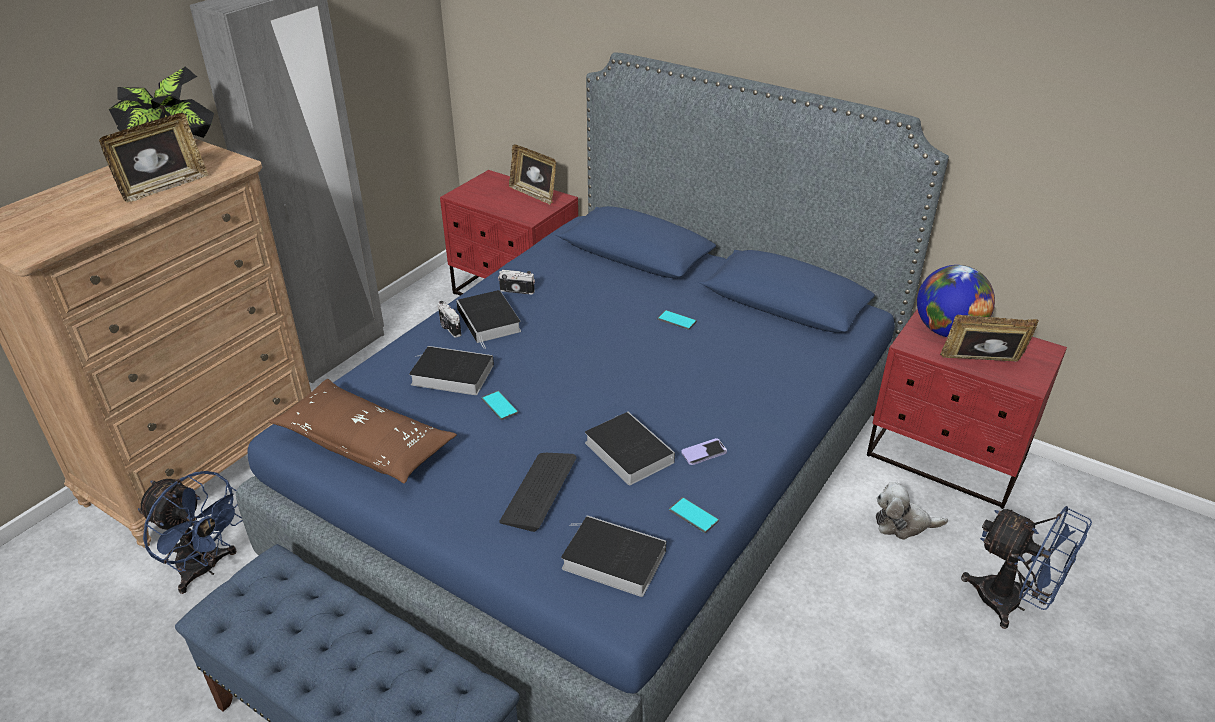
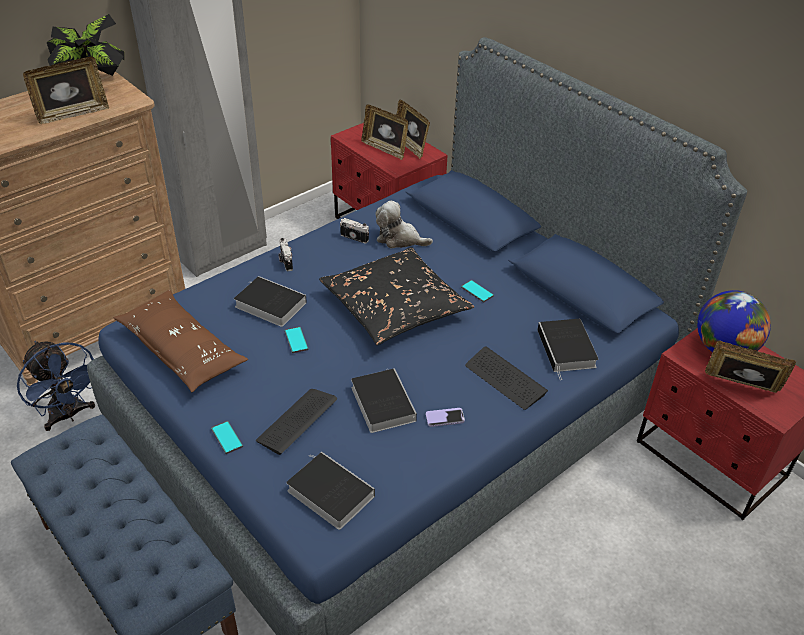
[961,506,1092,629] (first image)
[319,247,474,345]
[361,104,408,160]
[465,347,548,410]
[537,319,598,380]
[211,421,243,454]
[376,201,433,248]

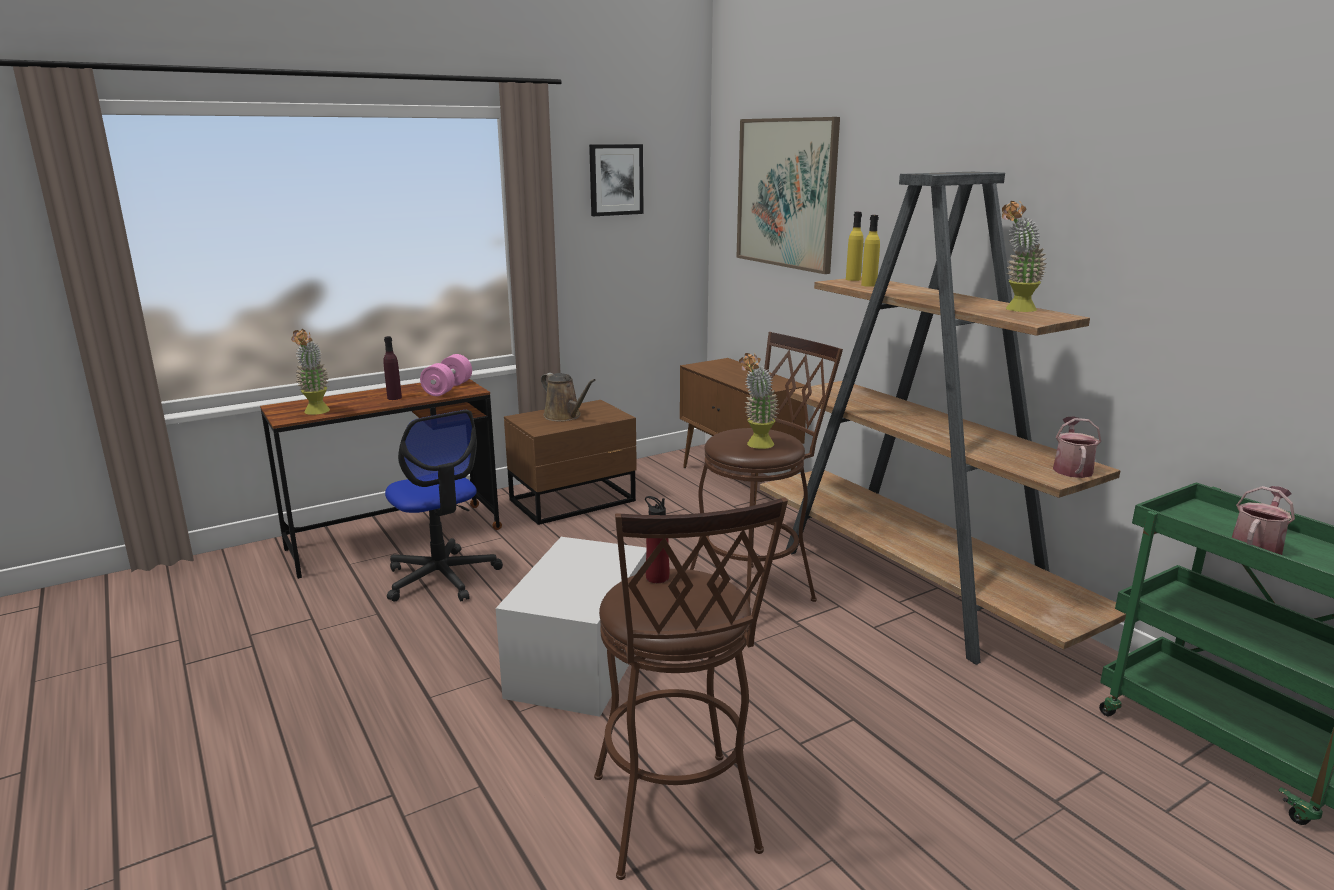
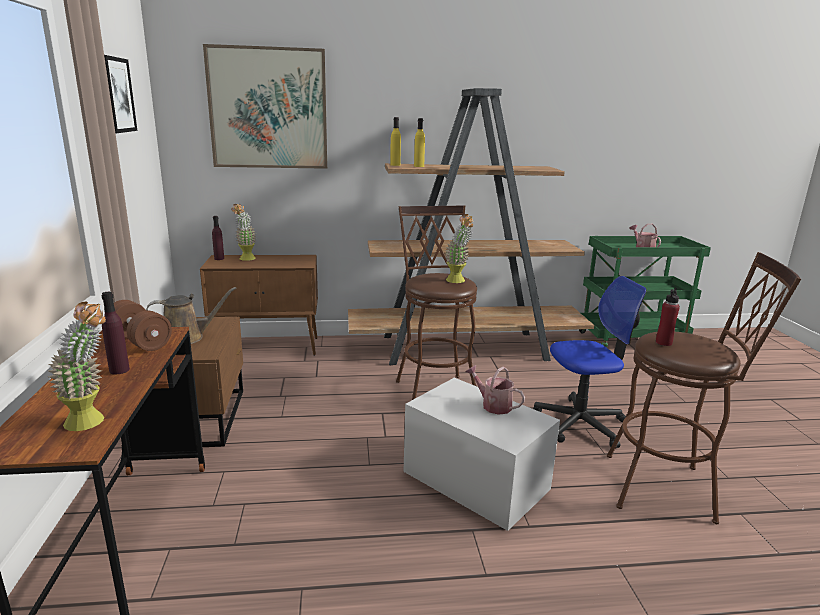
[212,216,224,260]
[533,276,647,449]
[231,203,256,261]
[465,365,525,415]
[114,300,172,351]

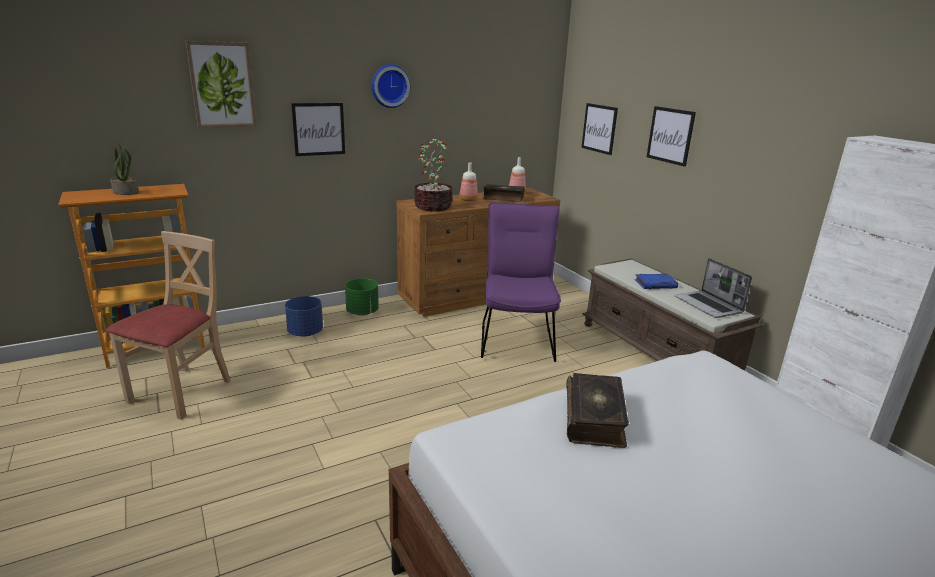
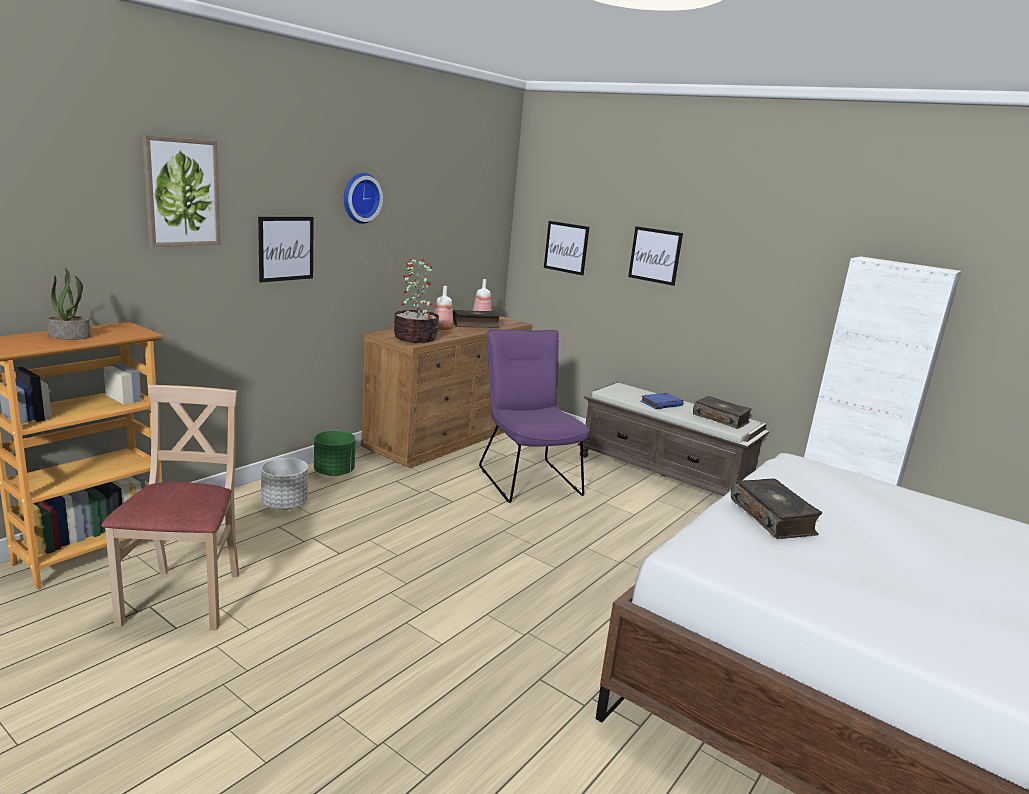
[693,396,752,429]
[261,458,308,510]

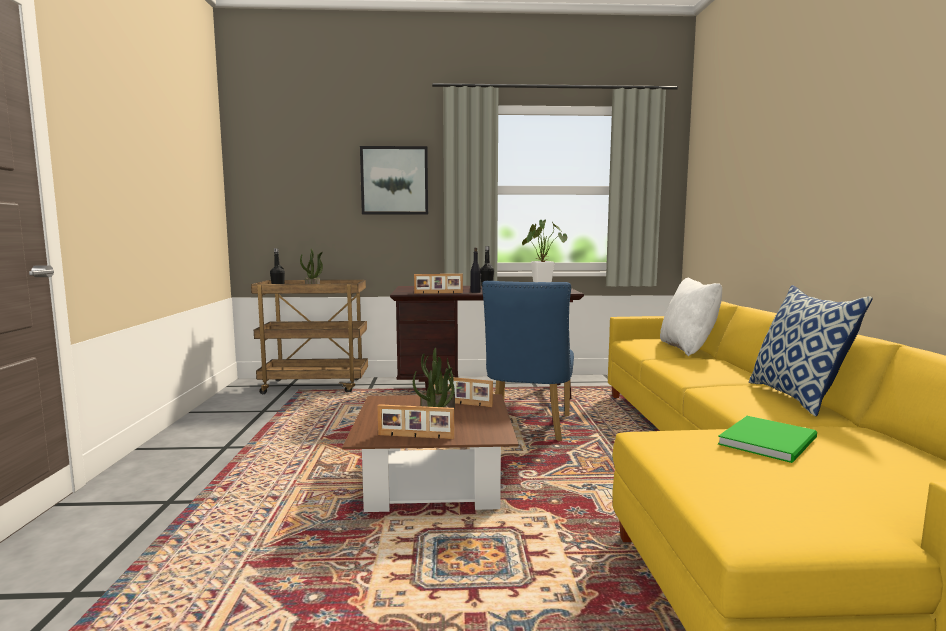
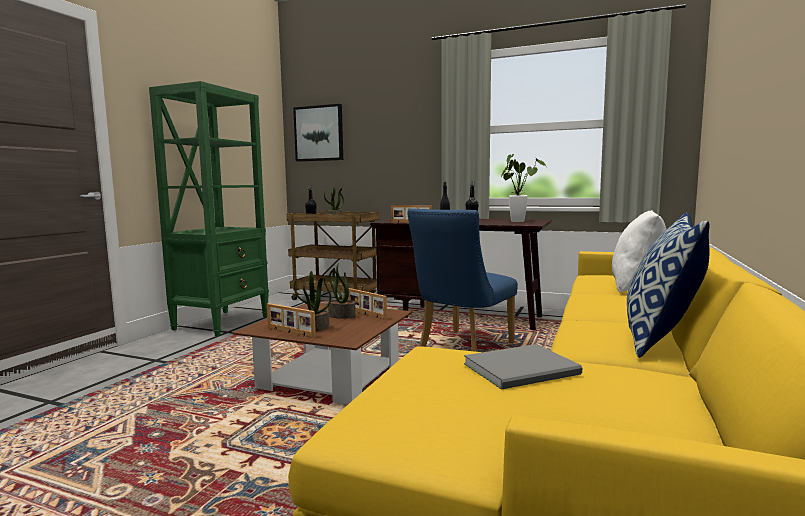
[149,81,269,336]
[293,104,343,162]
[464,344,582,390]

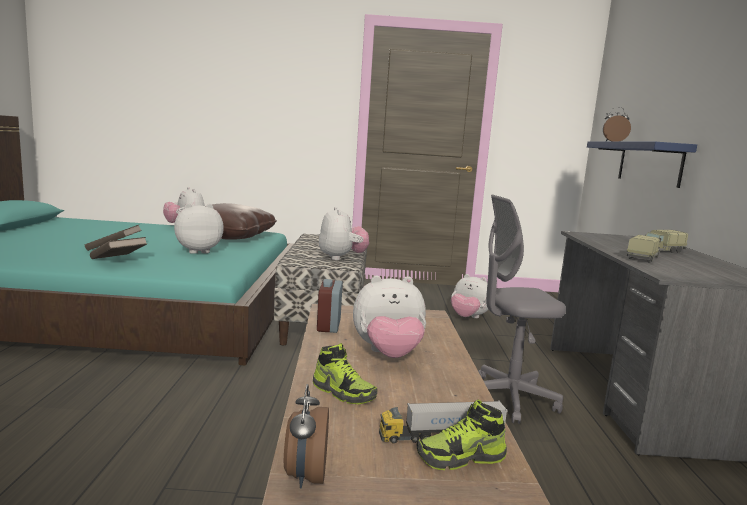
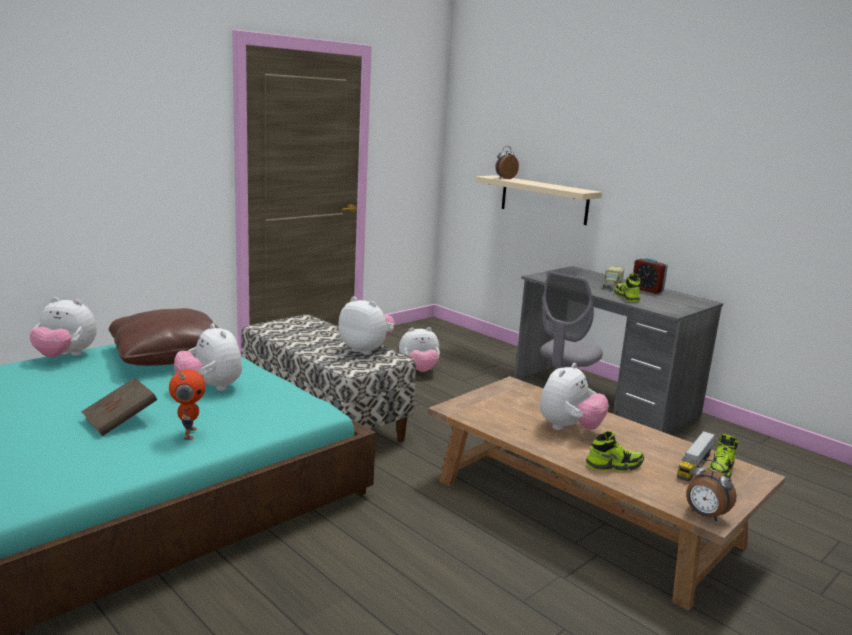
[633,258,668,294]
[169,369,206,440]
[614,273,640,302]
[476,175,602,225]
[174,323,242,391]

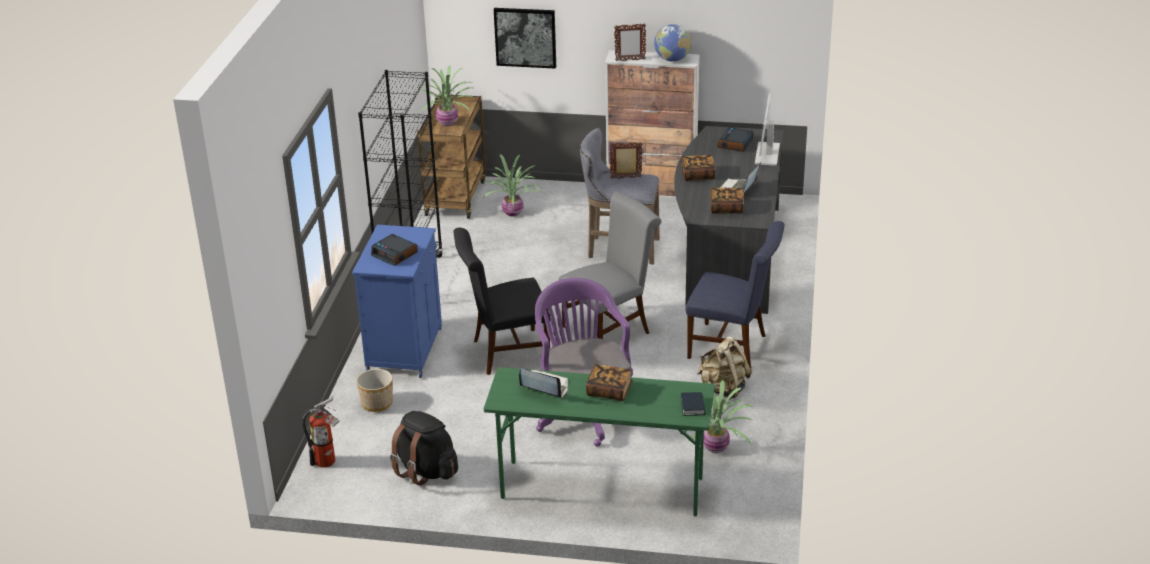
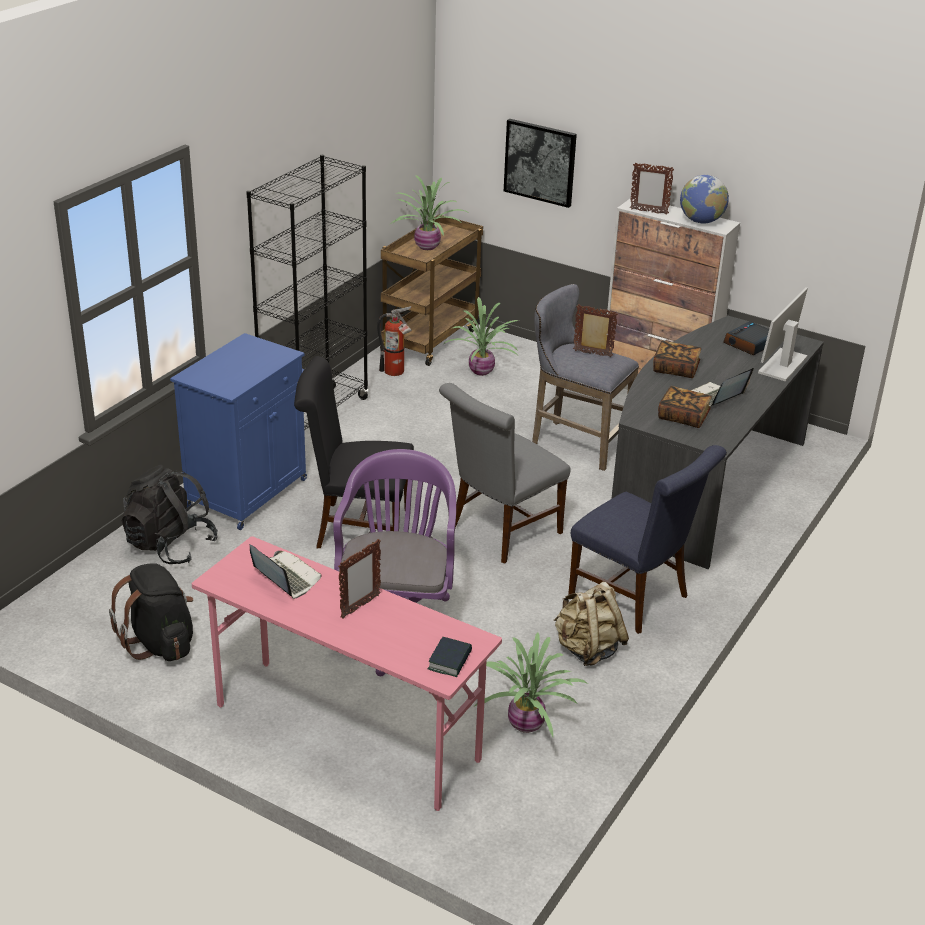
[371,234,418,266] (first image)
[377,306,412,376]
[122,465,218,564]
[338,539,381,619]
[192,536,502,811]
[439,383,571,564]

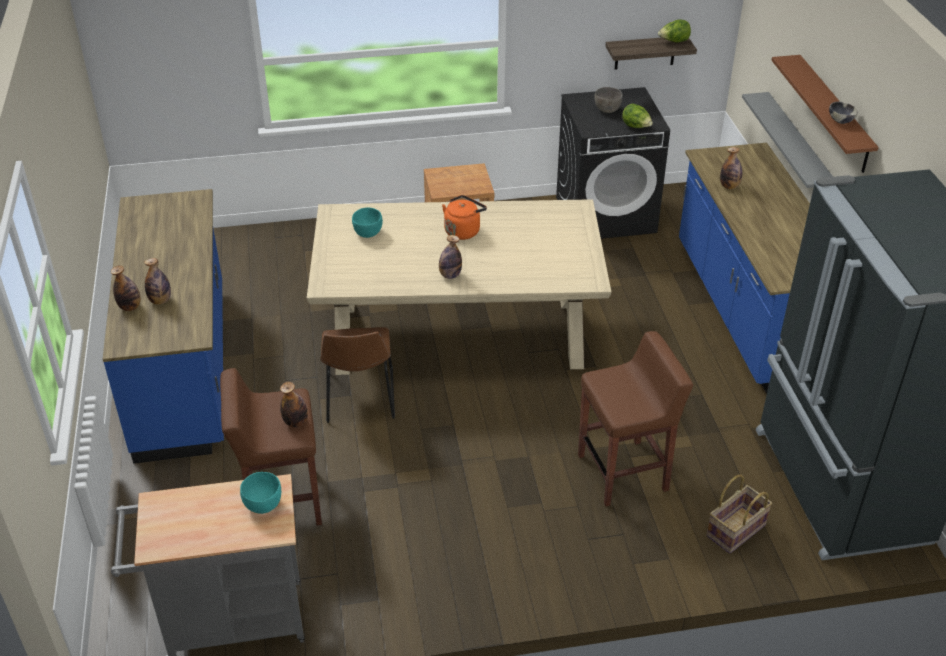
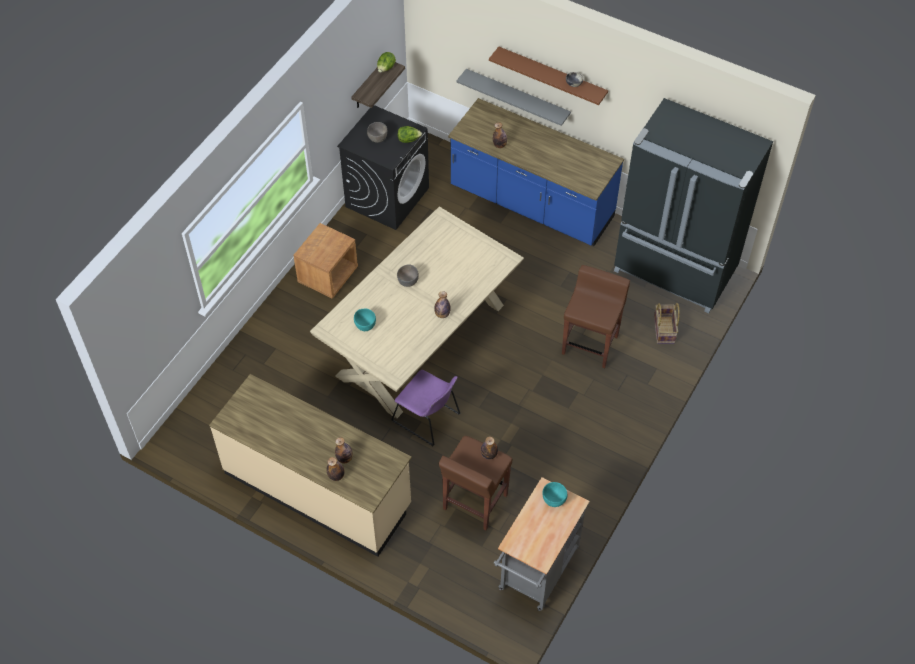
[397,265,419,287]
[209,374,412,557]
[391,370,460,446]

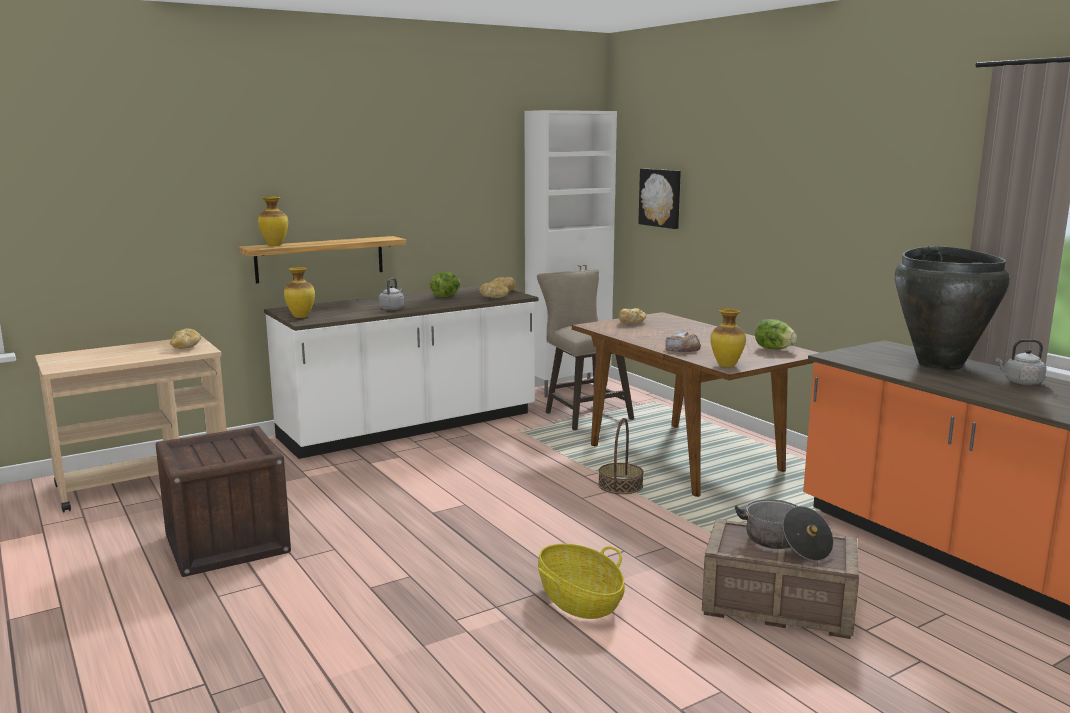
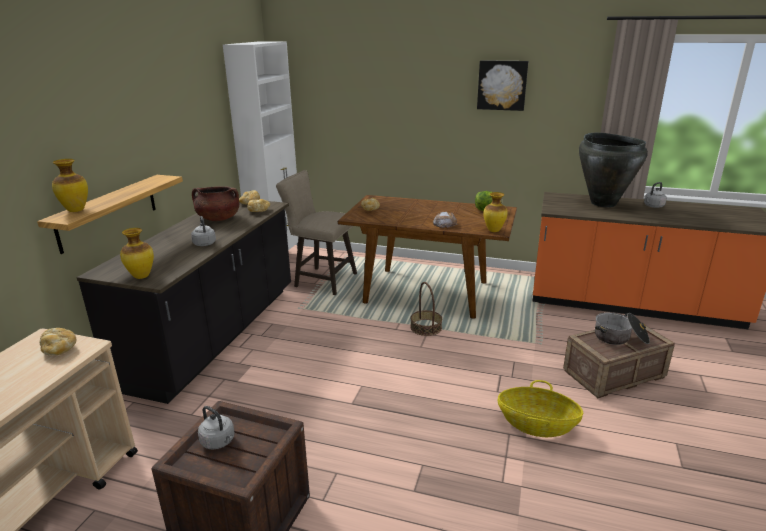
[198,406,235,449]
[477,60,528,111]
[192,186,239,221]
[76,201,291,404]

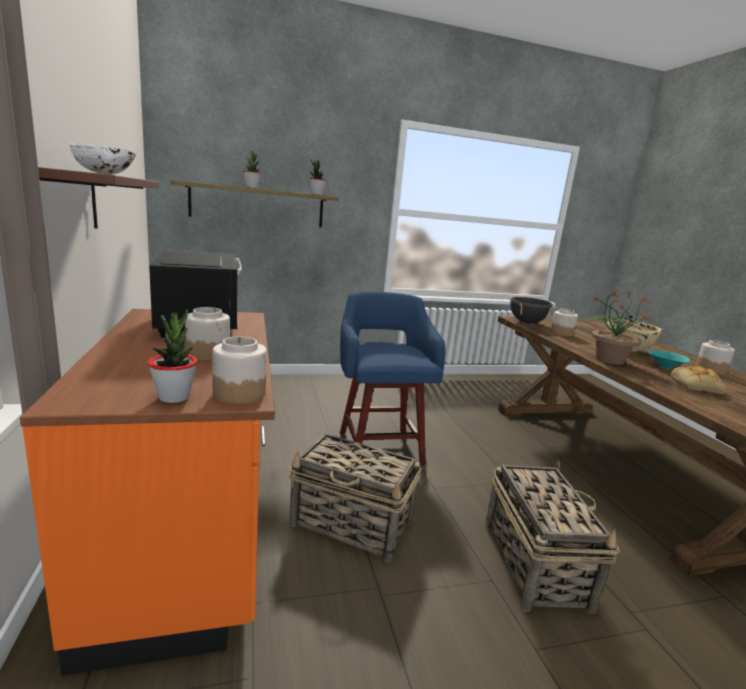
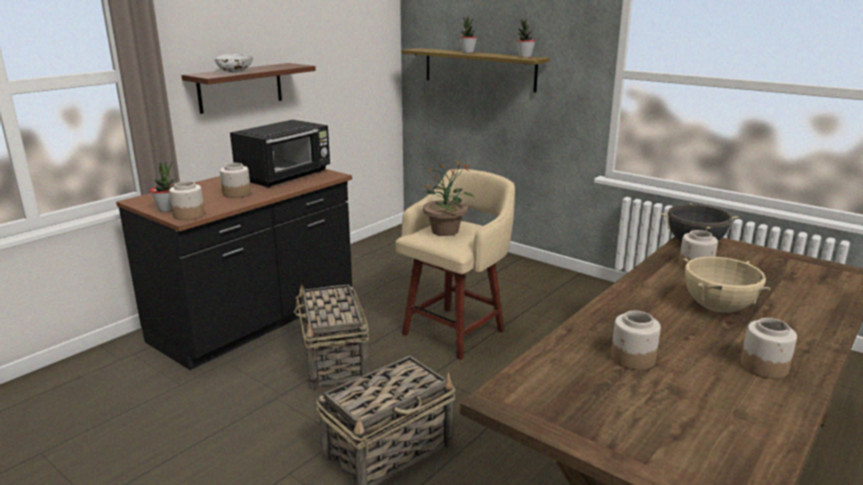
[648,350,690,369] (first image)
[423,160,475,236]
[611,311,661,370]
[116,169,352,370]
[395,169,515,360]

